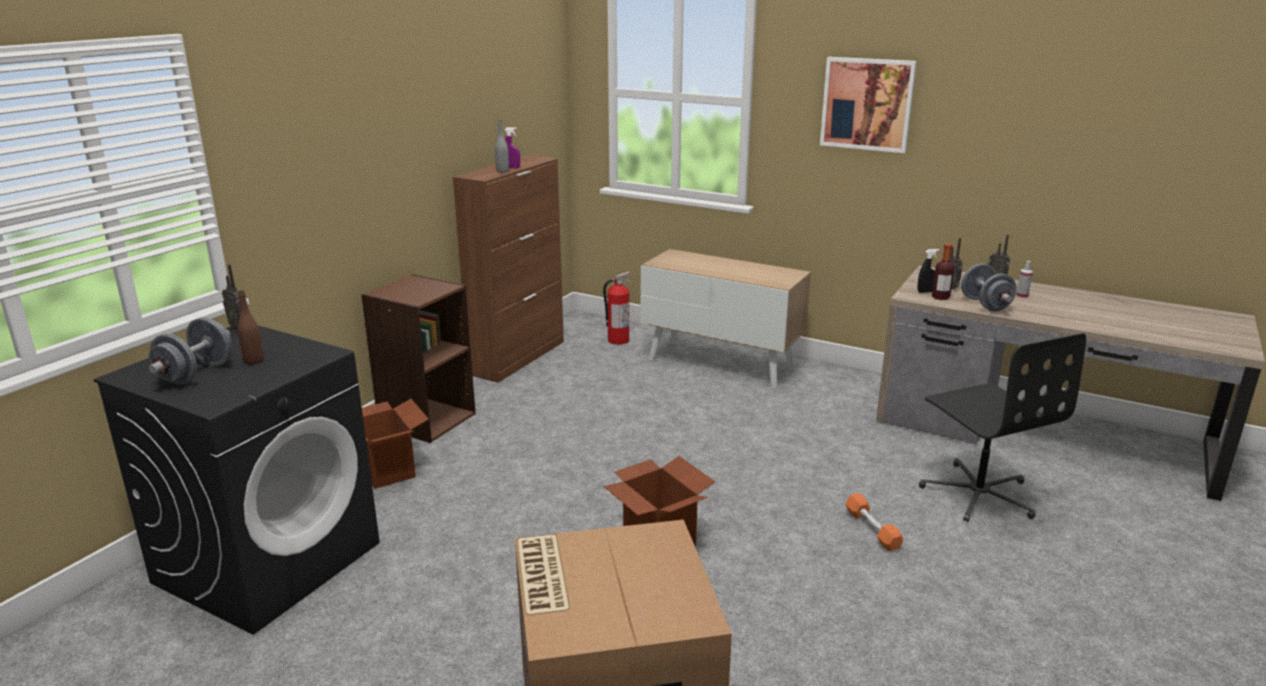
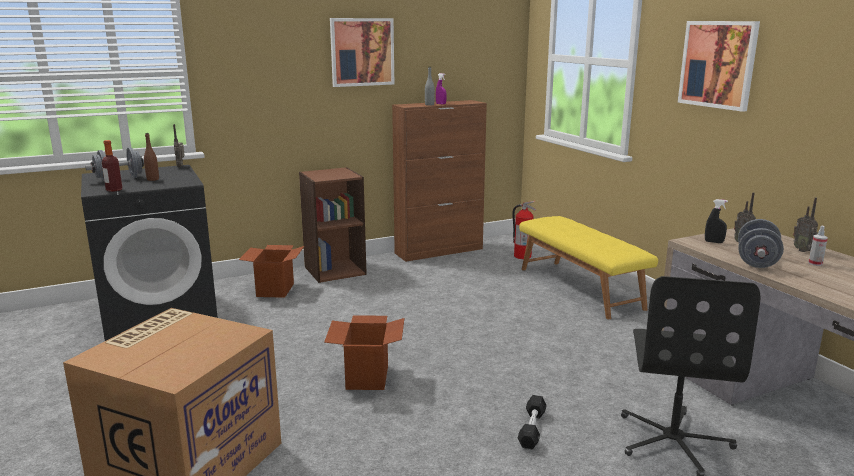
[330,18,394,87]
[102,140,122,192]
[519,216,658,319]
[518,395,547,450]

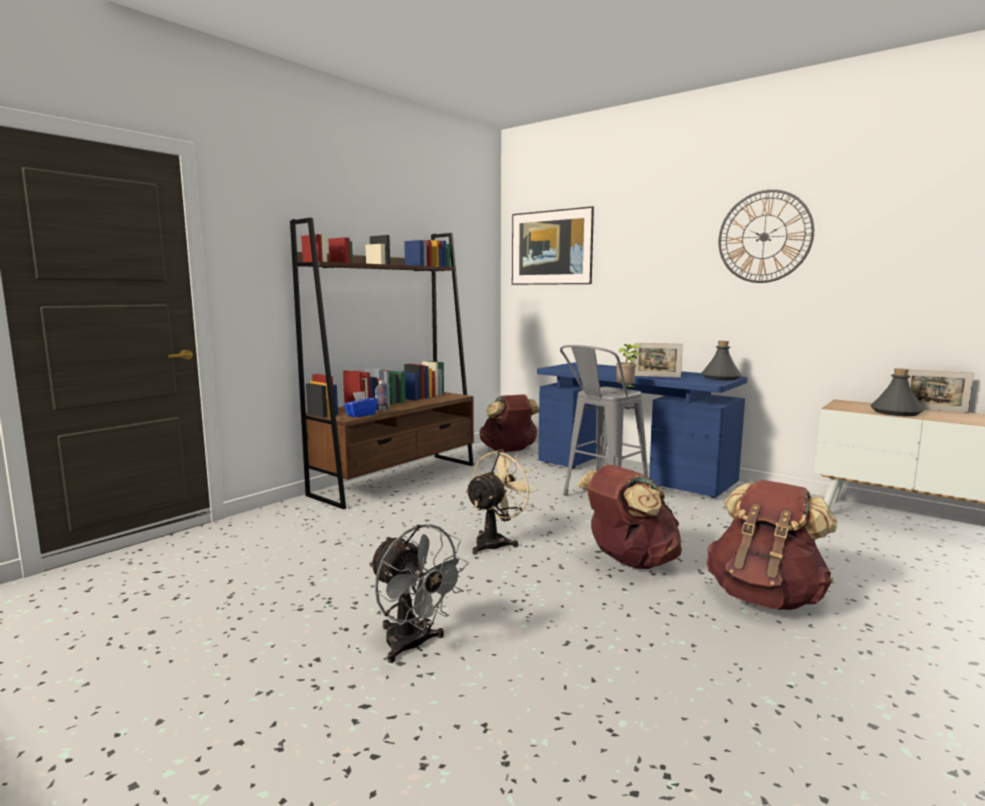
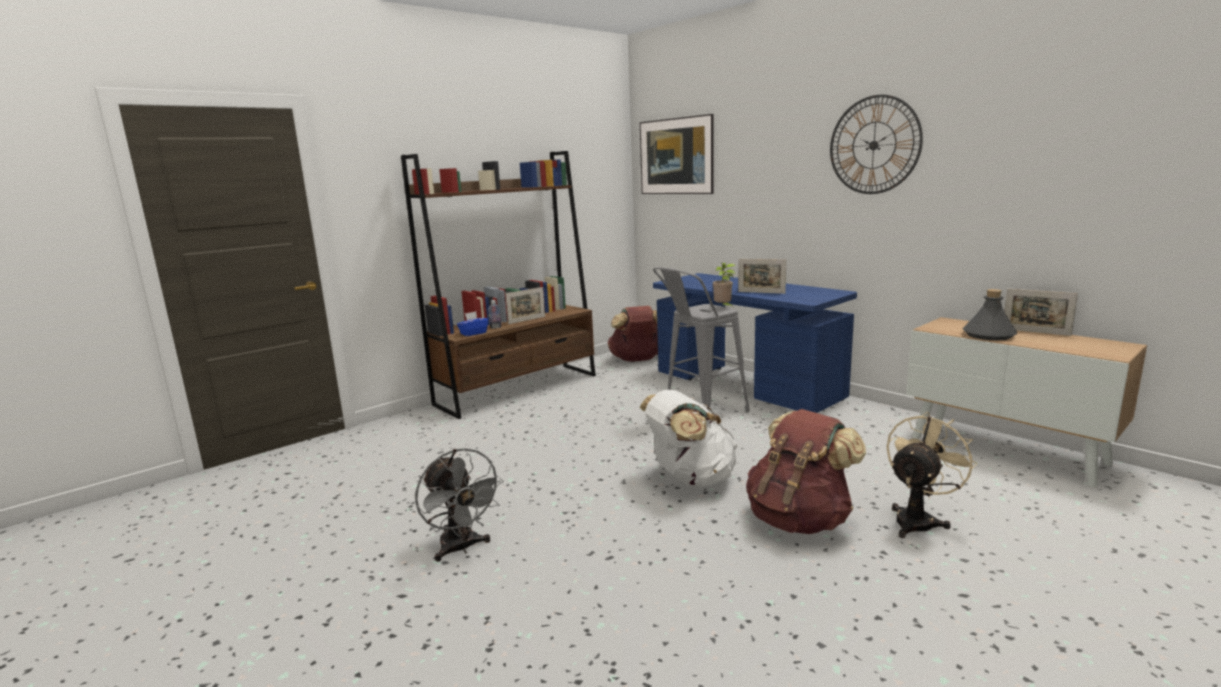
[701,341,741,380] (first image)
[506,287,545,324]
[886,412,977,538]
[640,390,738,488]

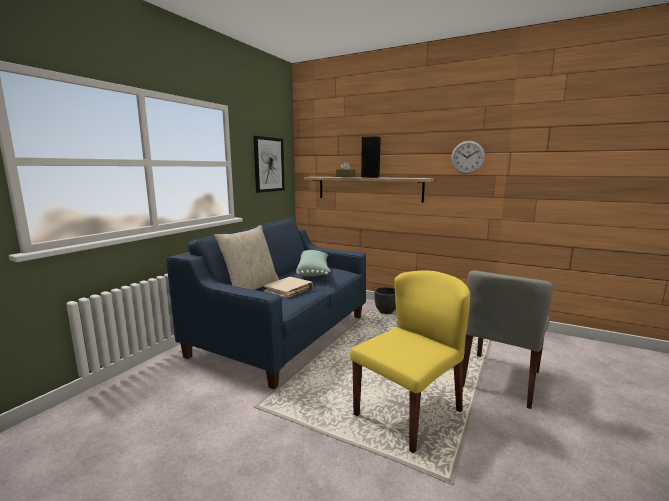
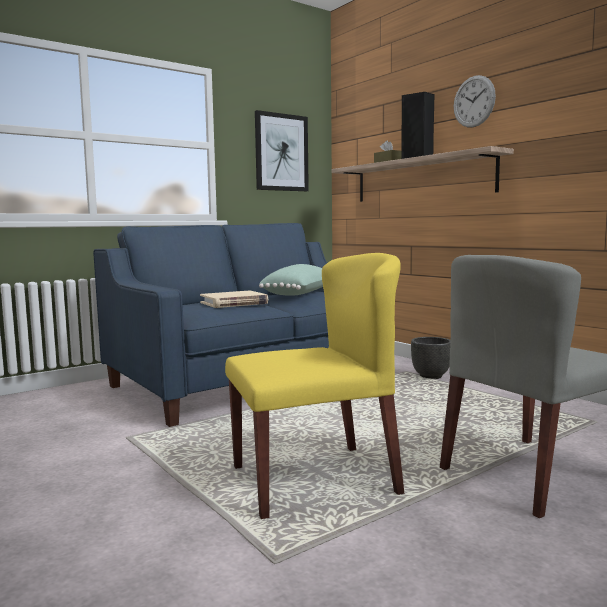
[214,225,279,290] (first image)
[454,75,496,128]

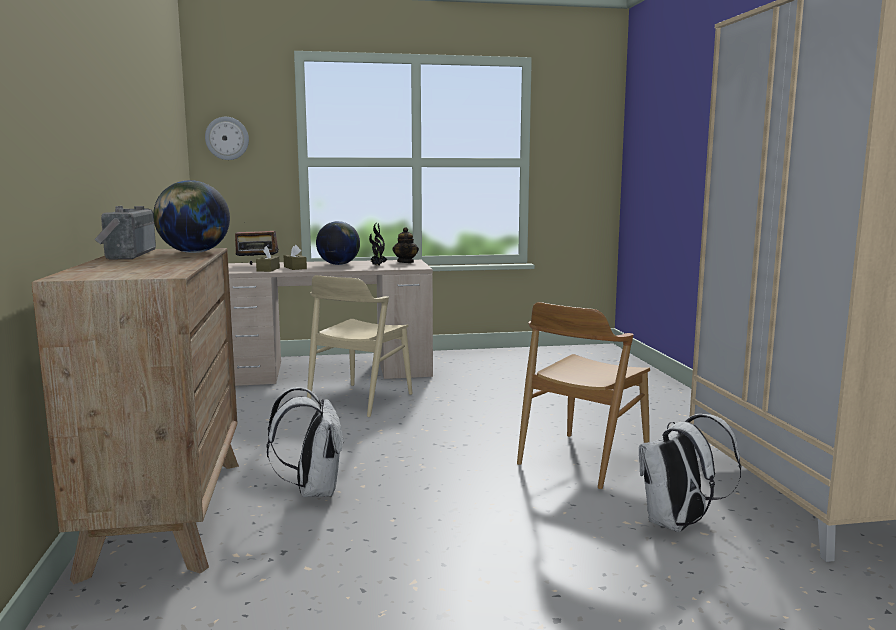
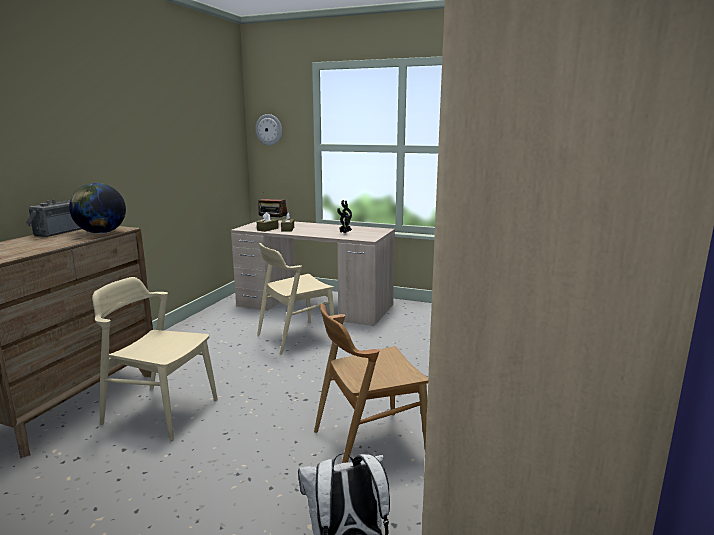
[316,221,360,265] (first image)
[392,227,419,263] (first image)
[92,277,218,441]

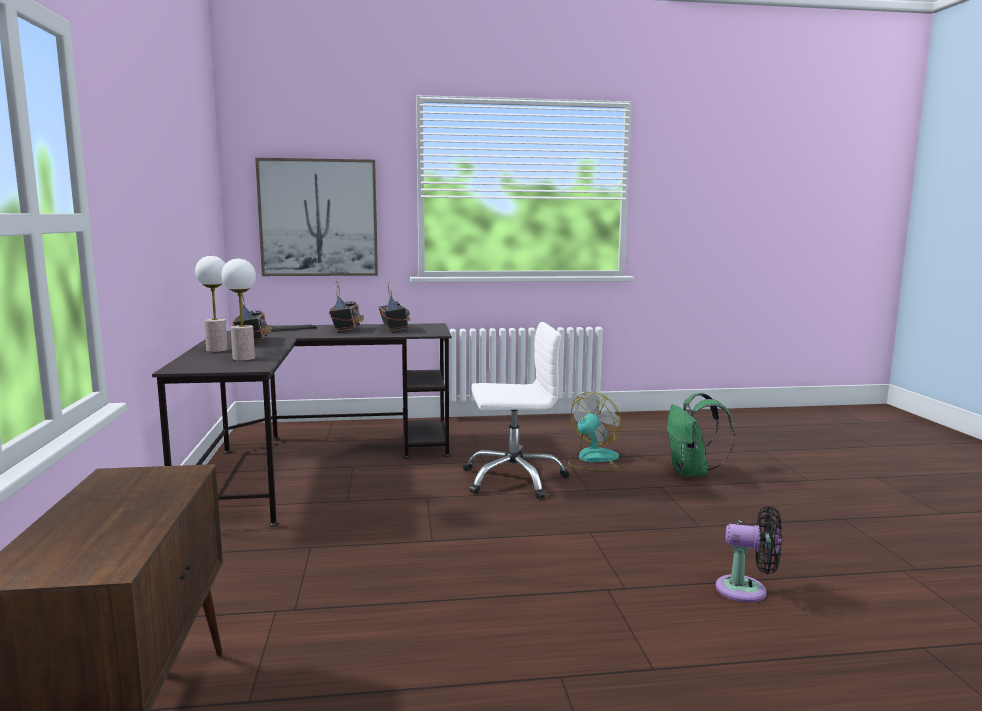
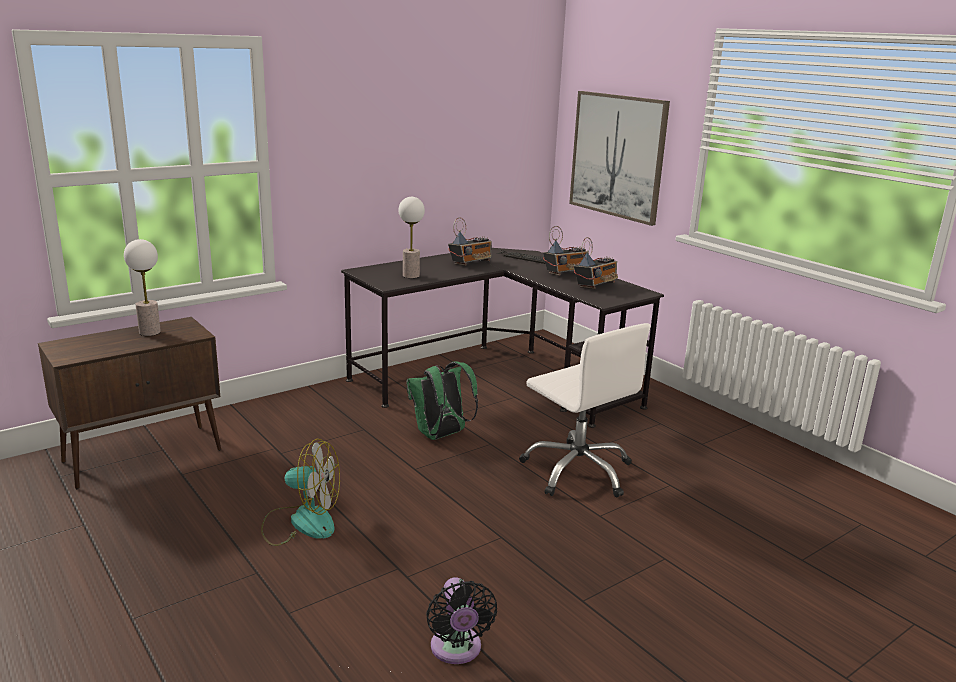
[124,239,161,336]
[261,439,340,546]
[406,361,478,440]

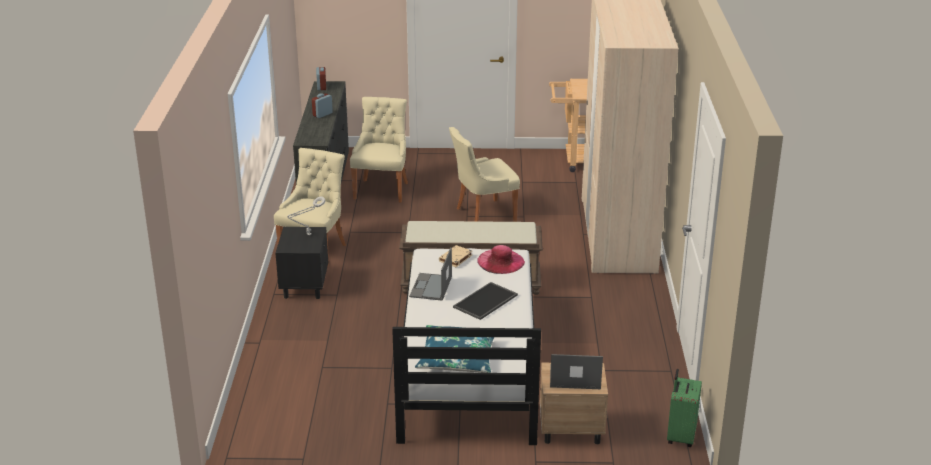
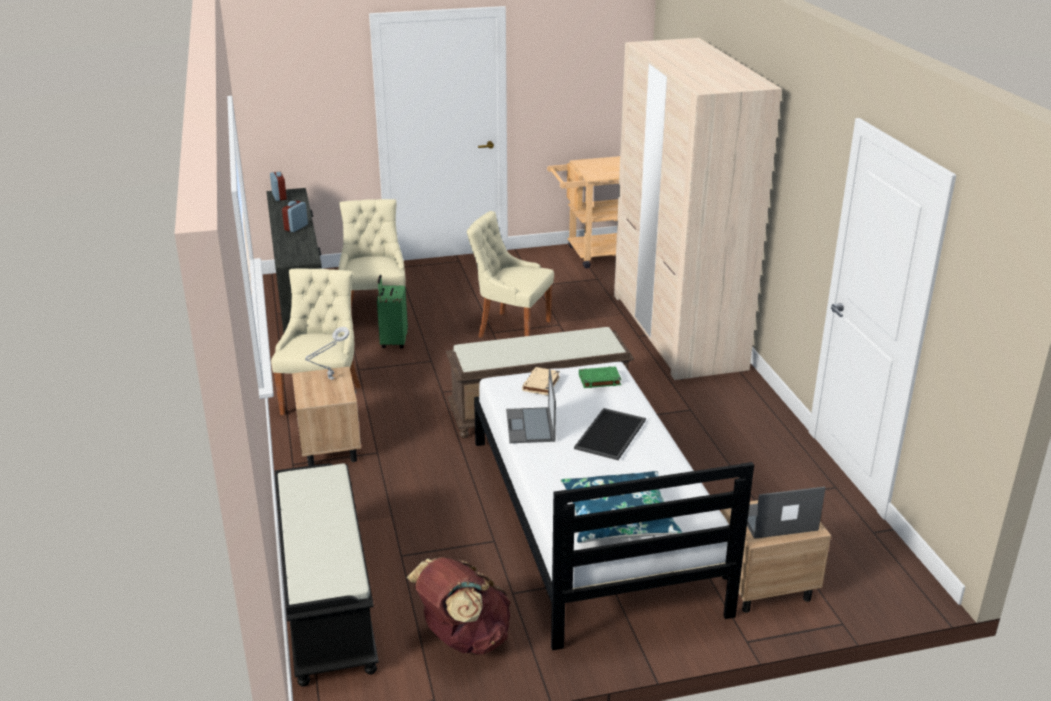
[275,464,379,687]
[406,557,511,655]
[377,275,408,348]
[579,366,622,388]
[292,367,361,466]
[467,211,554,338]

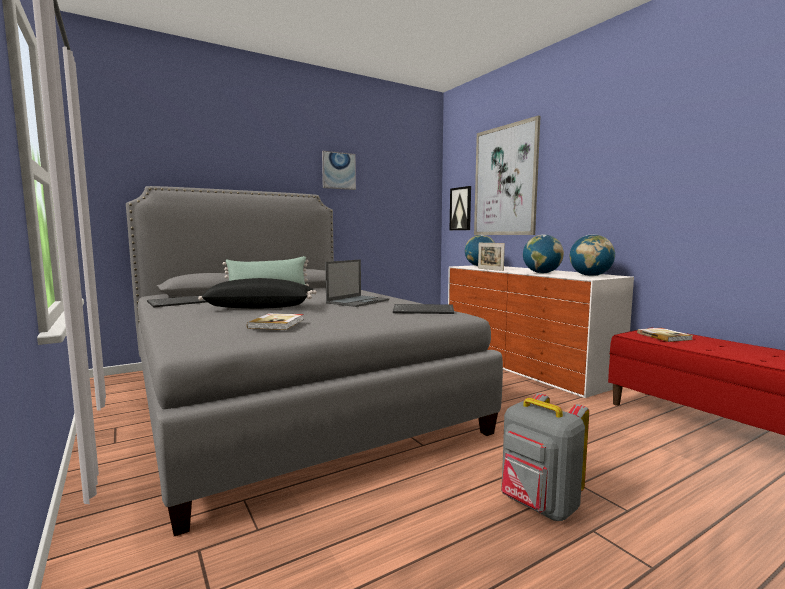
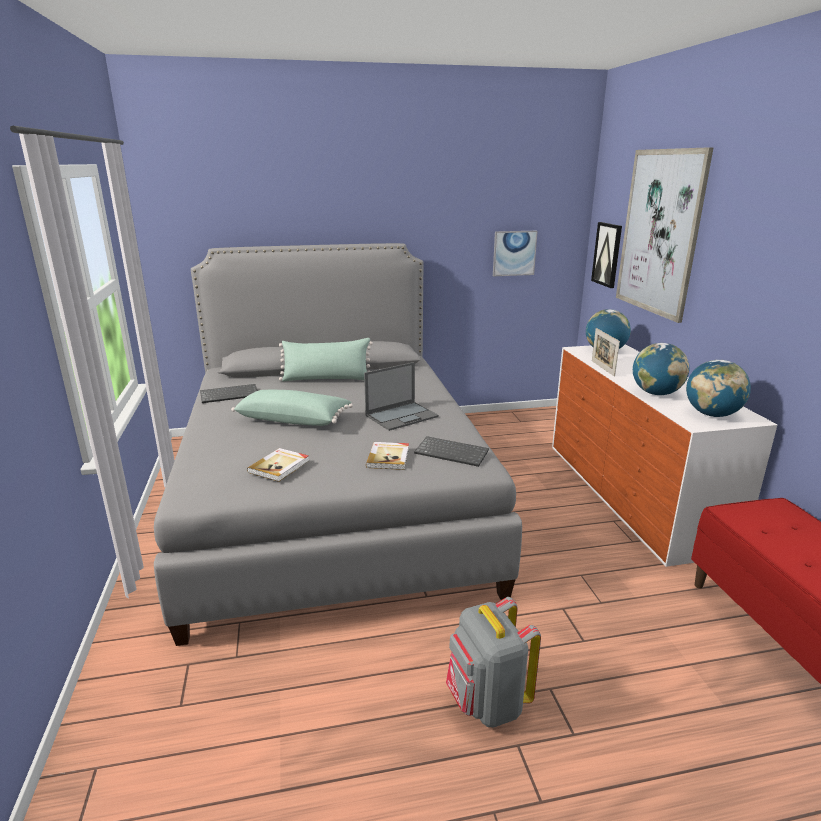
[493,231,538,276]
[366,442,409,470]
[231,390,353,426]

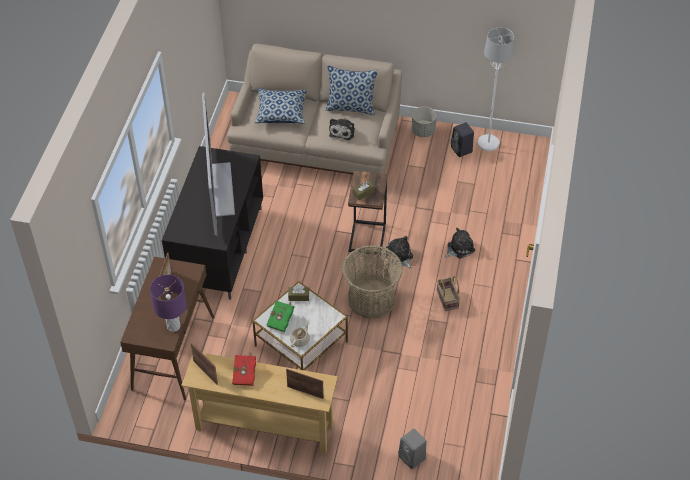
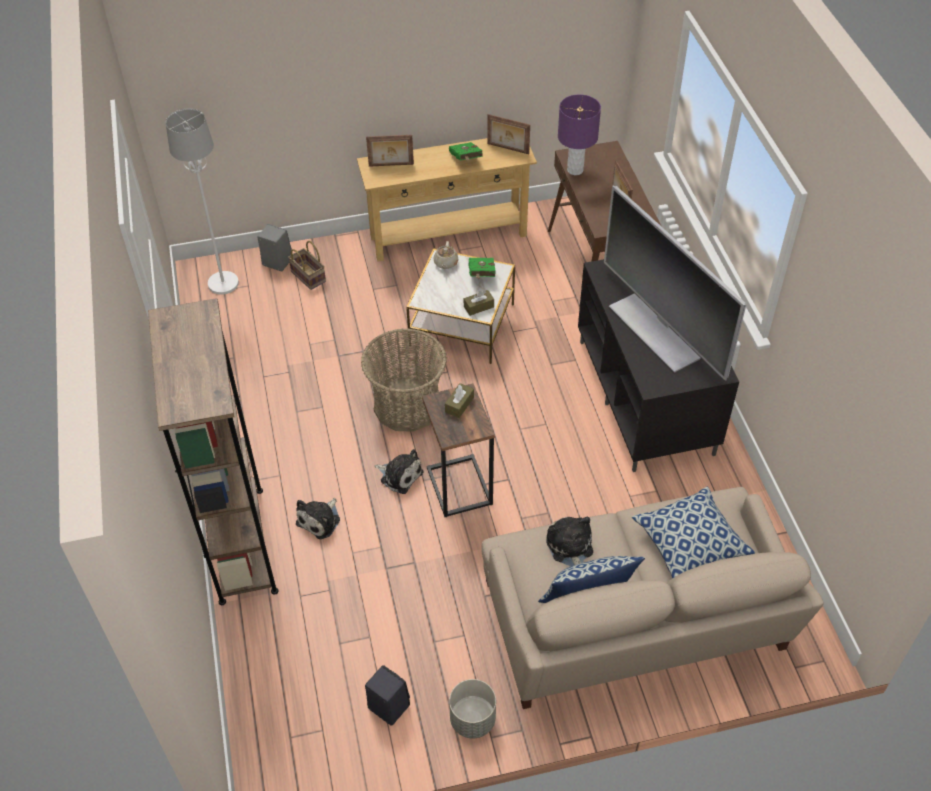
[148,298,279,605]
[288,241,326,290]
[166,109,239,295]
[449,142,483,161]

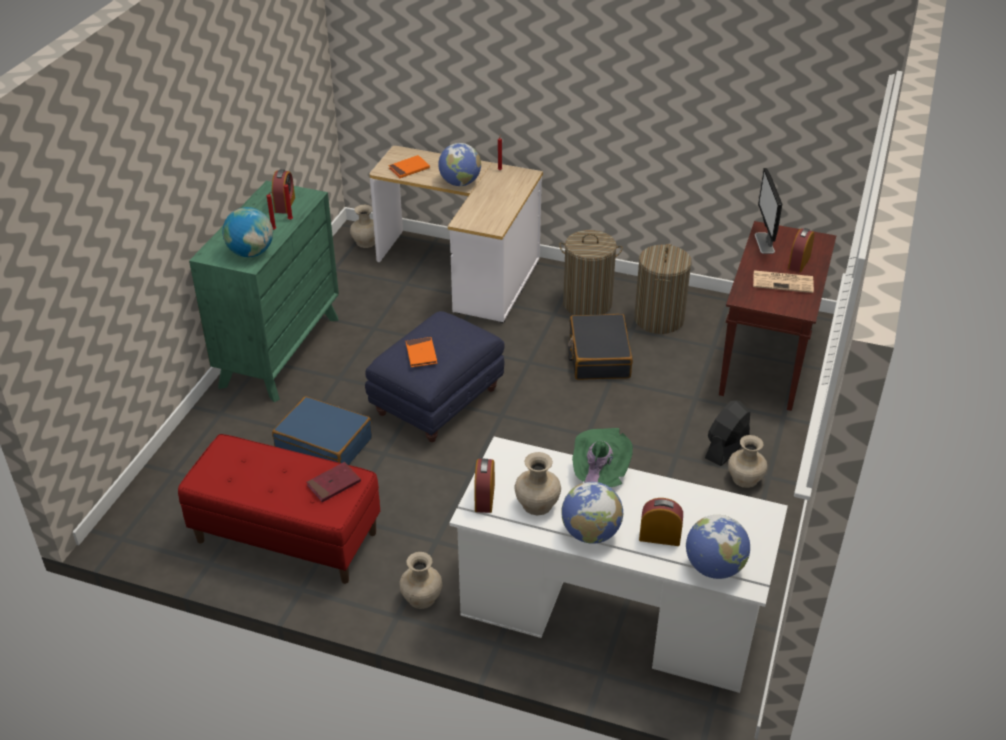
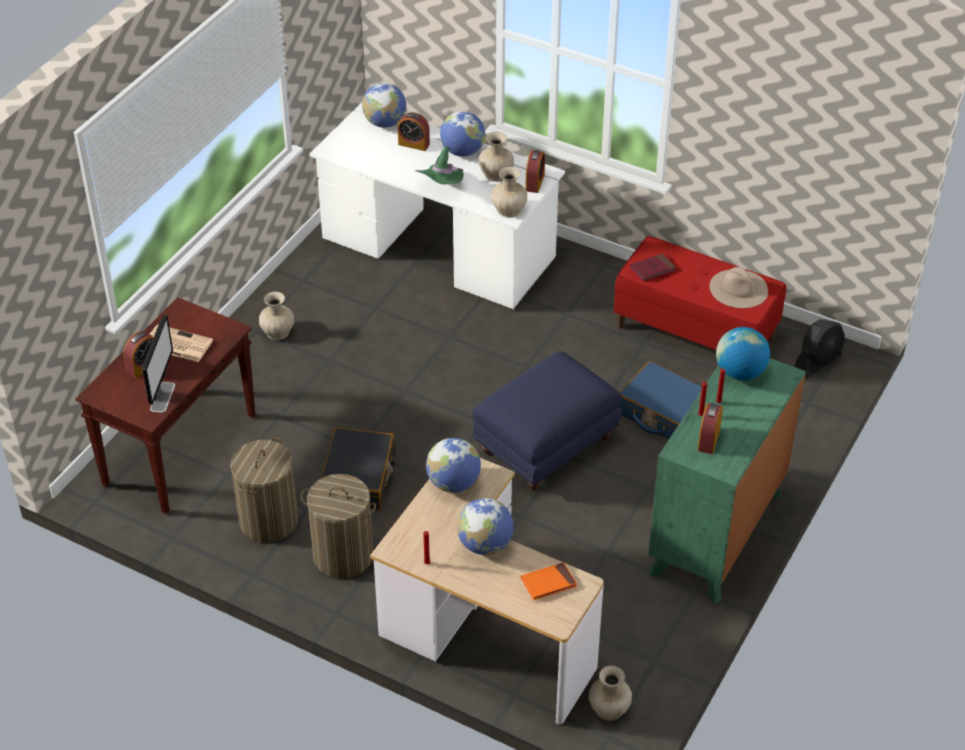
[406,337,437,367] (first image)
[426,438,481,493]
[709,267,768,308]
[491,167,527,218]
[794,319,845,379]

